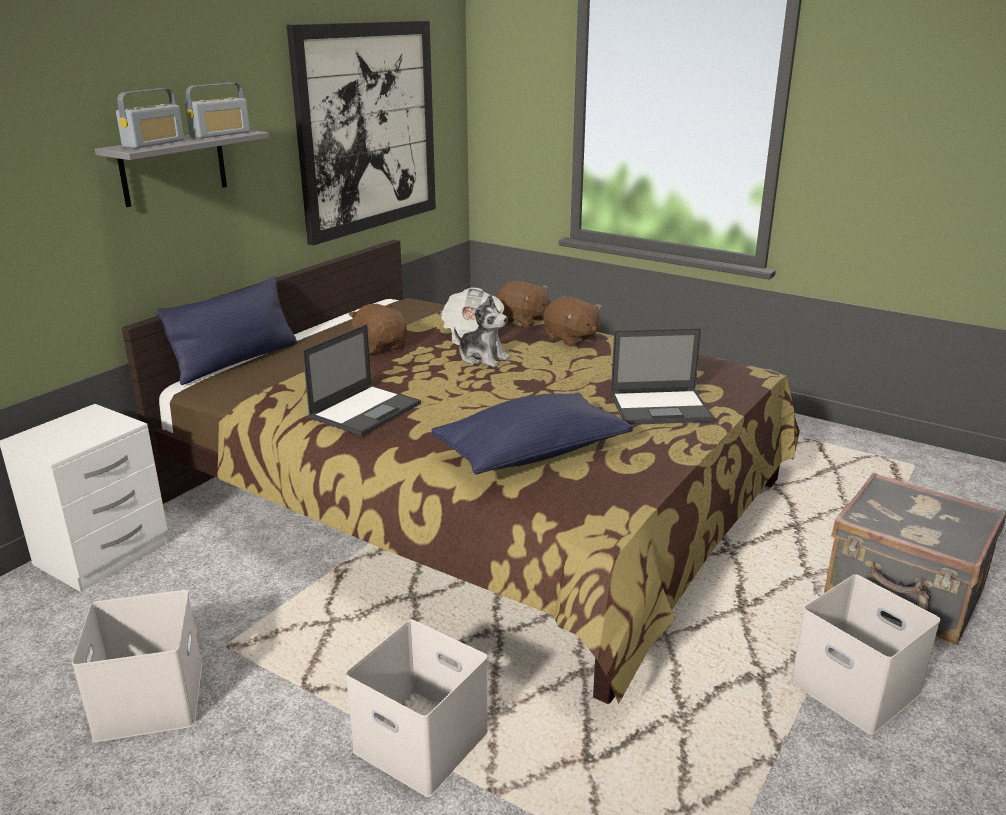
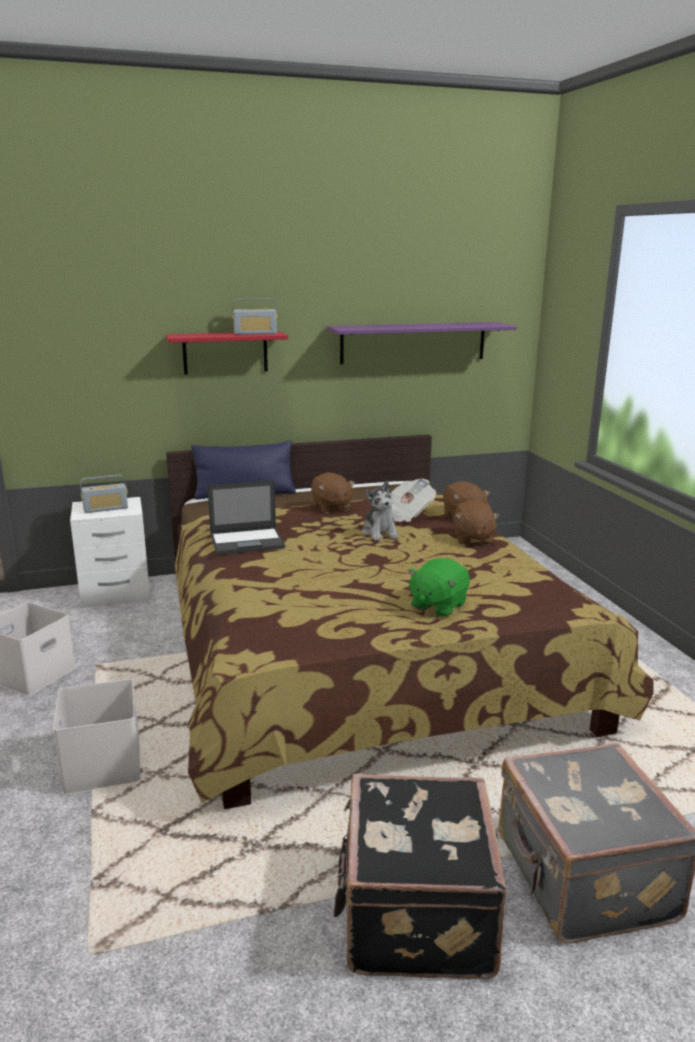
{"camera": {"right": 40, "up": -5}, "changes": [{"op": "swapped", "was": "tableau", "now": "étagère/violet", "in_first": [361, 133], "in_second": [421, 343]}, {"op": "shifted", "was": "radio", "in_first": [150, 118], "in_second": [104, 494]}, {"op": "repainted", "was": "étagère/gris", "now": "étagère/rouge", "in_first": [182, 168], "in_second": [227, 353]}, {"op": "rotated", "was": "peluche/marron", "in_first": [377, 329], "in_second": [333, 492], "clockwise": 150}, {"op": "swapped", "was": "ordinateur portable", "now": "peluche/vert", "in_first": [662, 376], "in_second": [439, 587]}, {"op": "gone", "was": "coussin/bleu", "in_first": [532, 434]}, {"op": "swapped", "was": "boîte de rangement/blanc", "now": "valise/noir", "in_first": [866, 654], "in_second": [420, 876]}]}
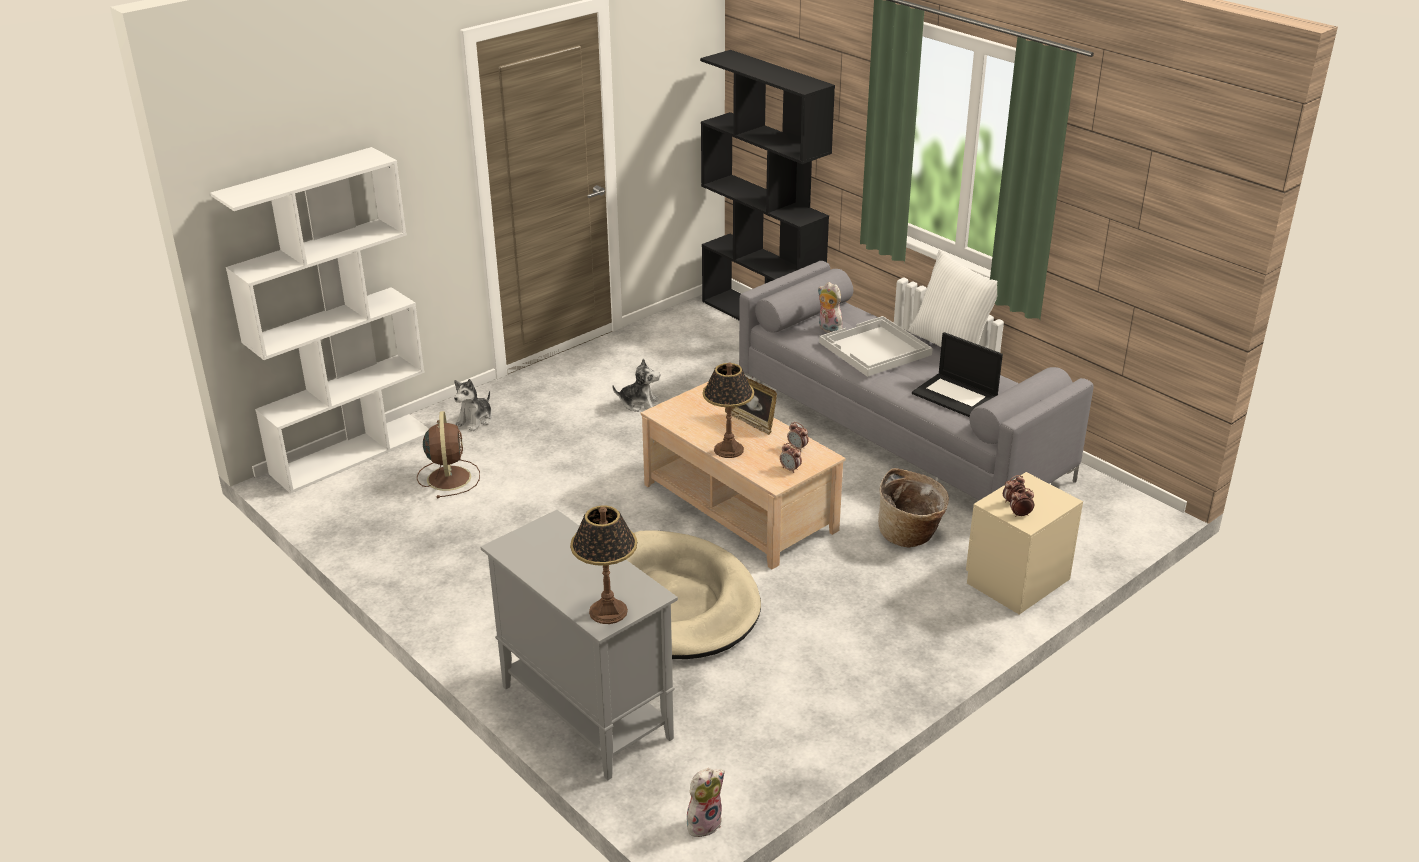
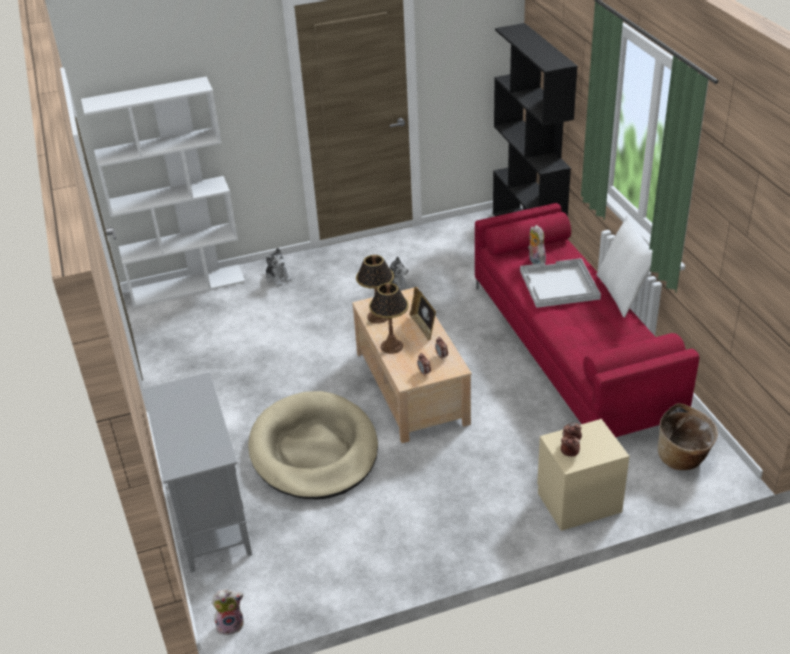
{"camera": {"right": 25, "up": 5}, "changes": [{"op": "repainted", "was": "canapé/gris", "now": "canapé/rouge", "in_first": [916, 380], "in_second": [587, 320]}, {"op": "gone", "was": "ordinateur portable", "in_first": [957, 374]}, {"op": "rotated", "was": "peluche", "in_first": [473, 405], "in_second": [279, 267], "clockwise": -90}, {"op": "gone", "was": "ventilateur/marron", "in_first": [448, 454]}, {"op": "shifted", "was": "panier", "in_first": [913, 508], "in_second": [688, 436]}, {"op": "shifted", "was": "lampe de table", "in_first": [603, 564], "in_second": [375, 289]}]}
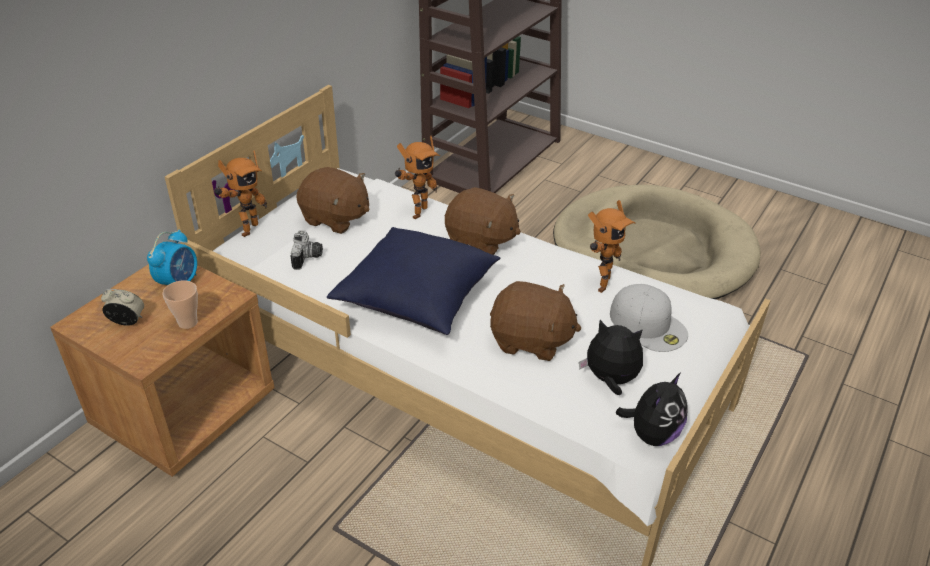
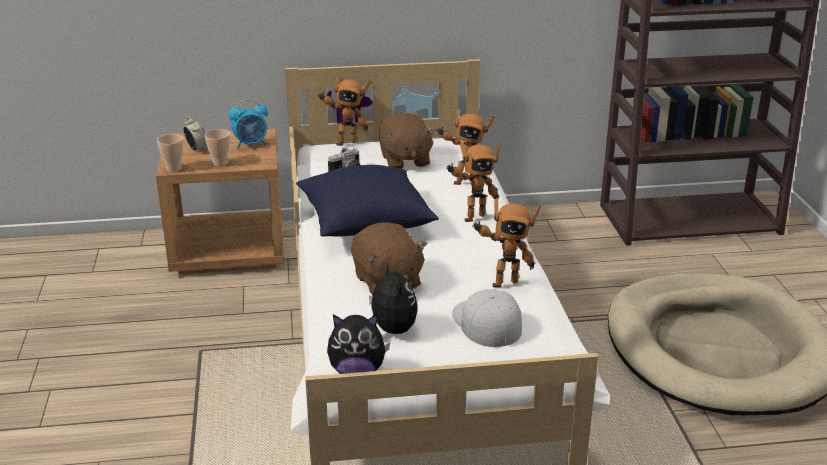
{"camera": {"right": 50, "up": -10}, "changes": [{"op": "swapped", "was": "peluche/marron", "now": "robot jouet", "in_first": [483, 221], "in_second": [473, 181]}, {"op": "rotated", "was": "casquette/blanc", "in_first": [649, 318], "in_second": [487, 318], "clockwise": 150}, {"op": "new", "now": "tasse", "in_second": [170, 153]}]}
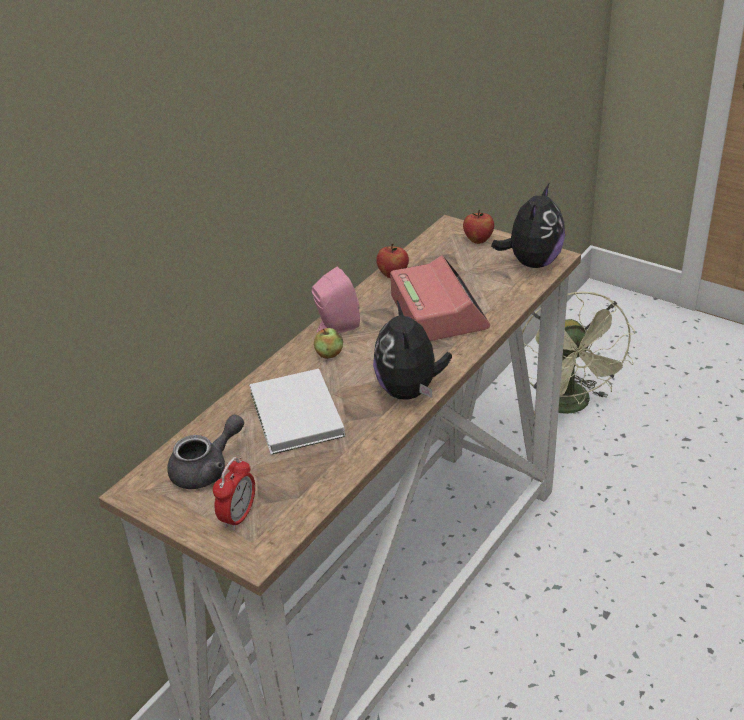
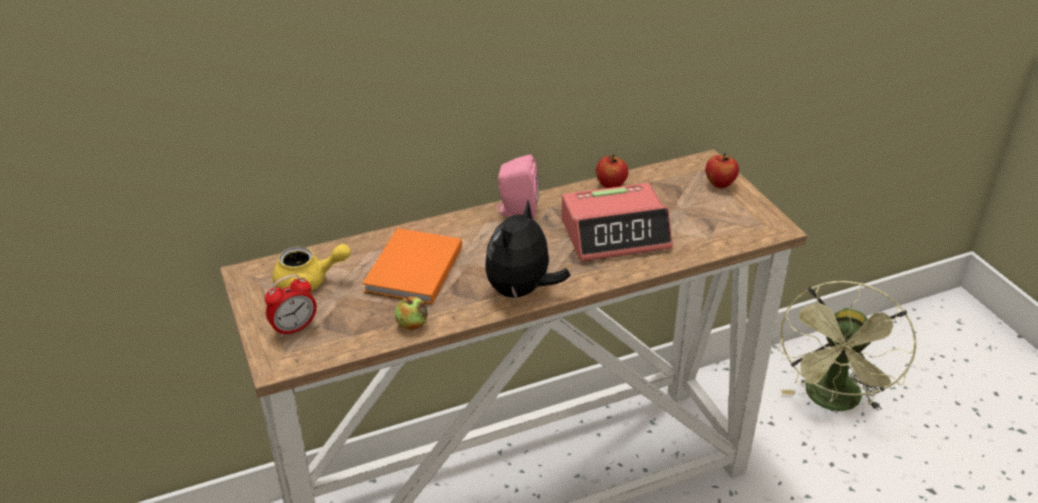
{"camera": {"right": 30, "up": 0}, "changes": [{"op": "gone", "was": "peluche", "in_first": [528, 225]}, {"op": "rotated", "was": "réveil", "in_first": [440, 298], "in_second": [617, 222], "clockwise": 60}, {"op": "shifted", "was": "pomme", "in_first": [328, 343], "in_second": [411, 313]}, {"op": "repainted", "was": "livre/blanc", "now": "livre/orange", "in_first": [297, 412], "in_second": [412, 266]}, {"op": "repainted", "was": "théière/gris", "now": "théière/jaune", "in_first": [205, 451], "in_second": [311, 267]}]}
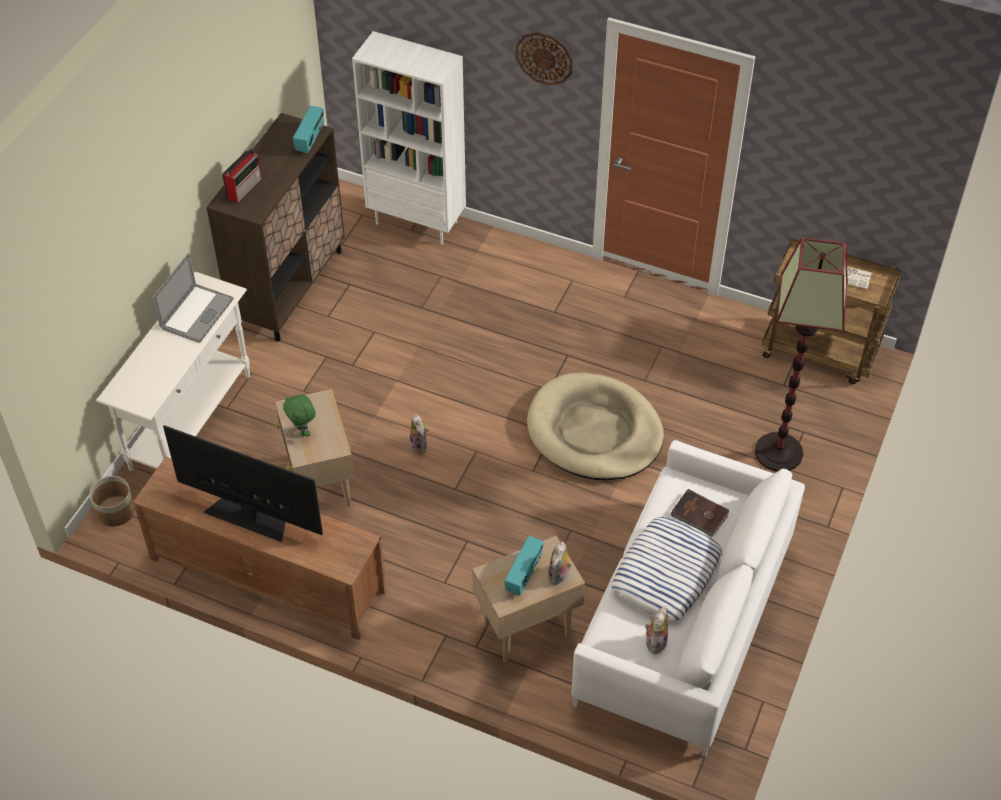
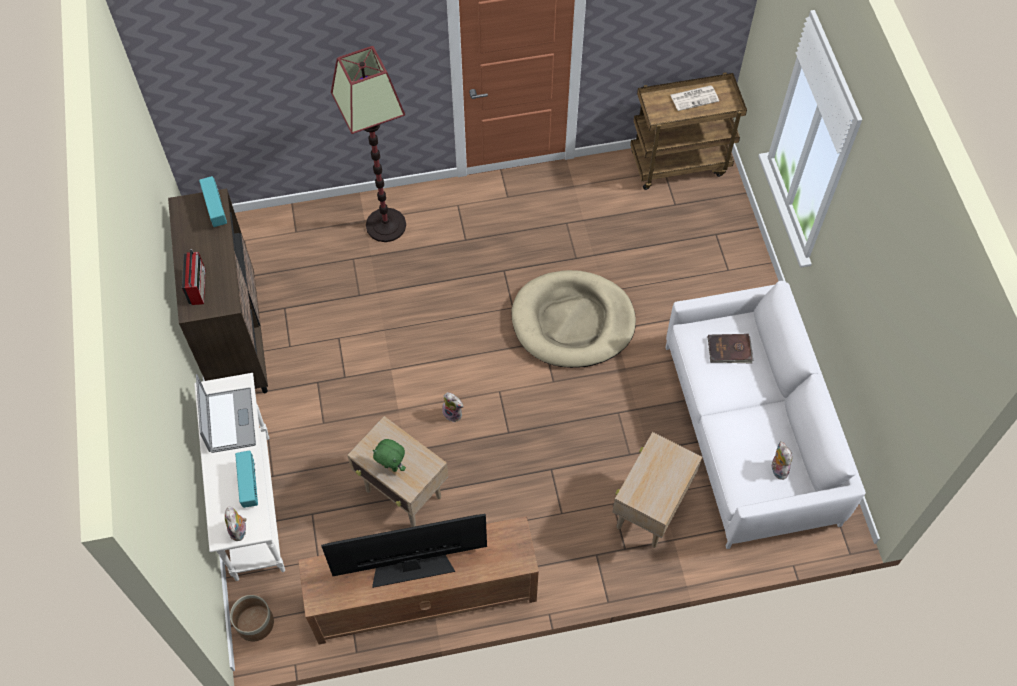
{"camera": {"right": -35, "up": 10}, "changes": [{"op": "gone", "was": "bibliothèque/blanc", "in_first": [409, 138]}, {"op": "gone", "was": "horloge murale", "in_first": [544, 58]}, {"op": "shifted", "was": "lampadaire", "in_first": [801, 354], "in_second": [368, 144]}, {"op": "gone", "was": "coussin", "in_first": [667, 569]}, {"op": "shifted", "was": "radio", "in_first": [524, 566], "in_second": [246, 479]}, {"op": "shifted", "was": "peluche", "in_first": [559, 563], "in_second": [235, 523]}]}
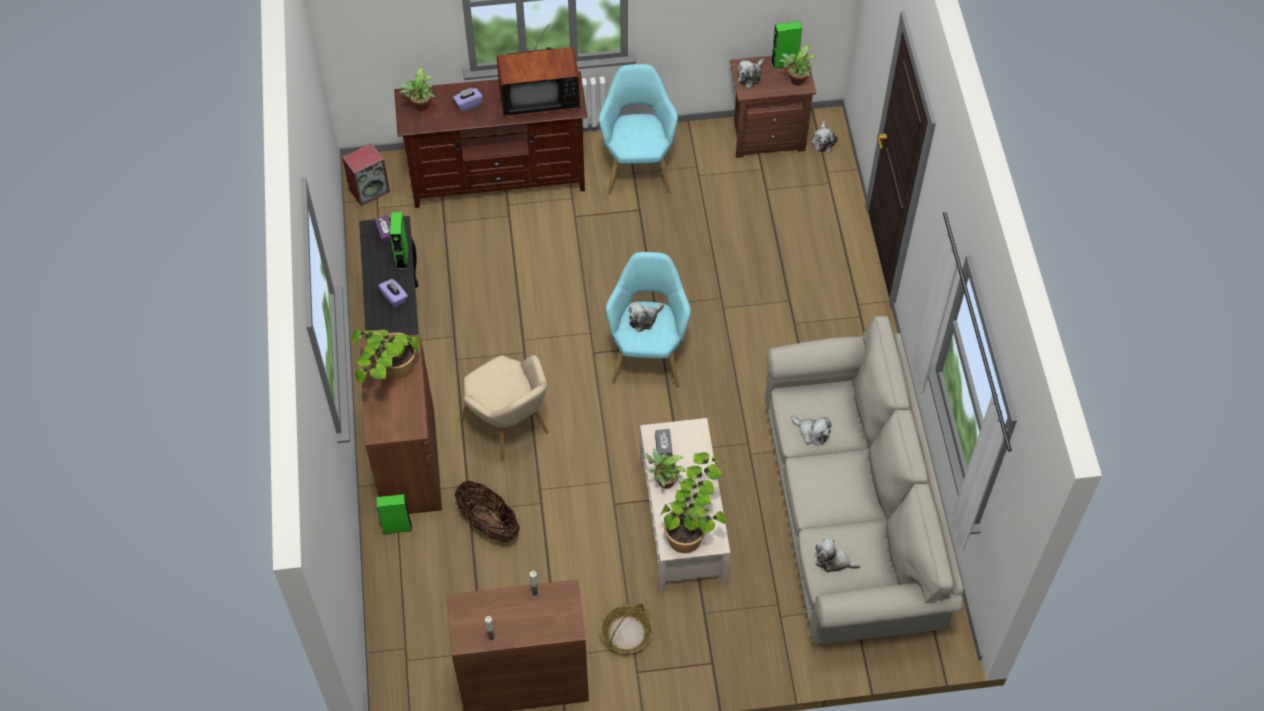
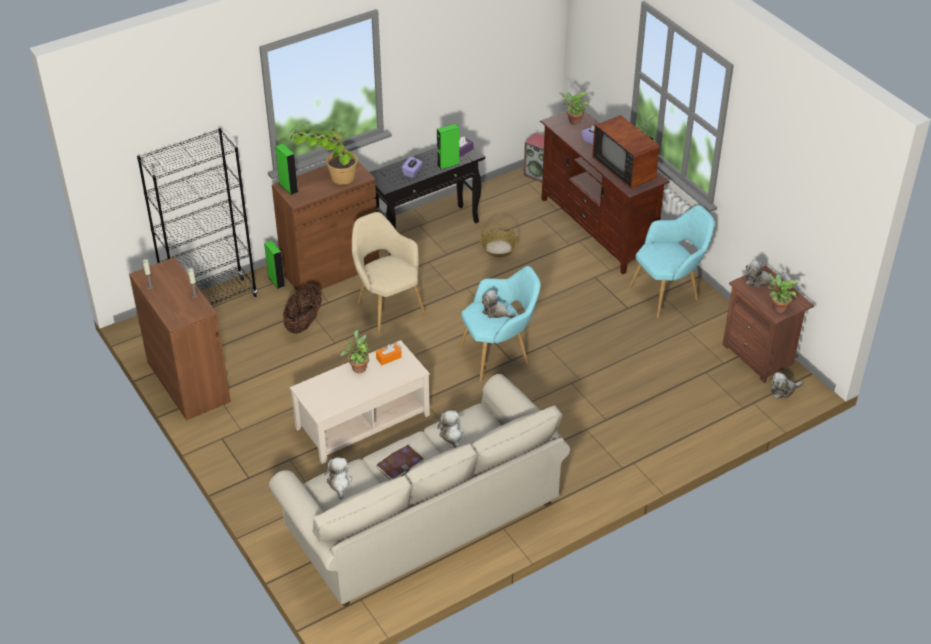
{"camera": {"right": 65, "up": -15}, "changes": [{"op": "shifted", "was": "enceinte/vert", "in_first": [786, 45], "in_second": [286, 169]}, {"op": "rotated", "was": "fauteuil/beige", "in_first": [504, 408], "in_second": [389, 273], "clockwise": 120}, {"op": "rotated", "was": "peluche", "in_first": [811, 431], "in_second": [450, 429], "clockwise": 150}, {"op": "repainted", "was": "boîte à mouchoirs/gris", "now": "boîte à mouchoirs/orange", "in_first": [664, 442], "in_second": [389, 354]}, {"op": "gone", "was": "plante en pot", "in_first": [693, 502]}, {"op": "shifted", "was": "panier", "in_first": [626, 628], "in_second": [499, 240]}, {"op": "new", "now": "bibliothèque/noir", "in_second": [197, 216]}, {"op": "new", "now": "livre", "in_second": [400, 462]}]}
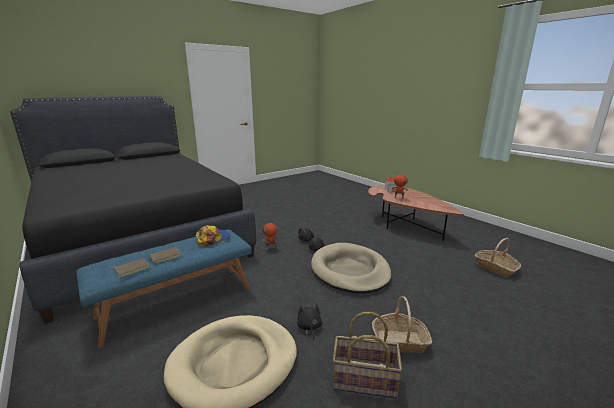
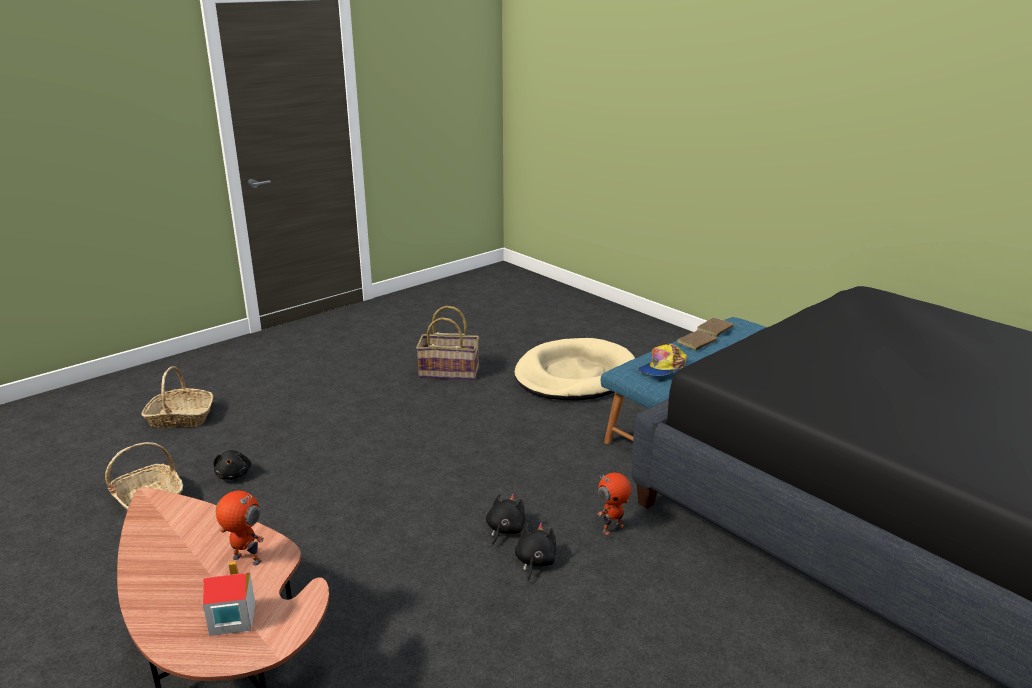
{"camera": {"right": 175, "up": 5}, "changes": [{"op": "gone", "was": "panier pour chien/beige", "in_first": [351, 268]}, {"op": "shifted", "was": "panier", "in_first": [402, 324], "in_second": [177, 396]}, {"op": "shifted", "was": "peluche/noir", "in_first": [309, 321], "in_second": [232, 465]}]}
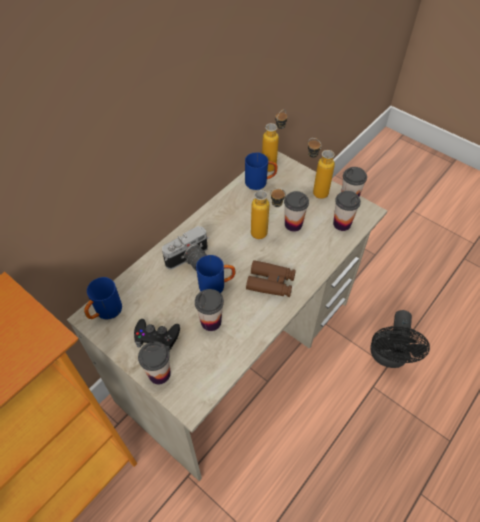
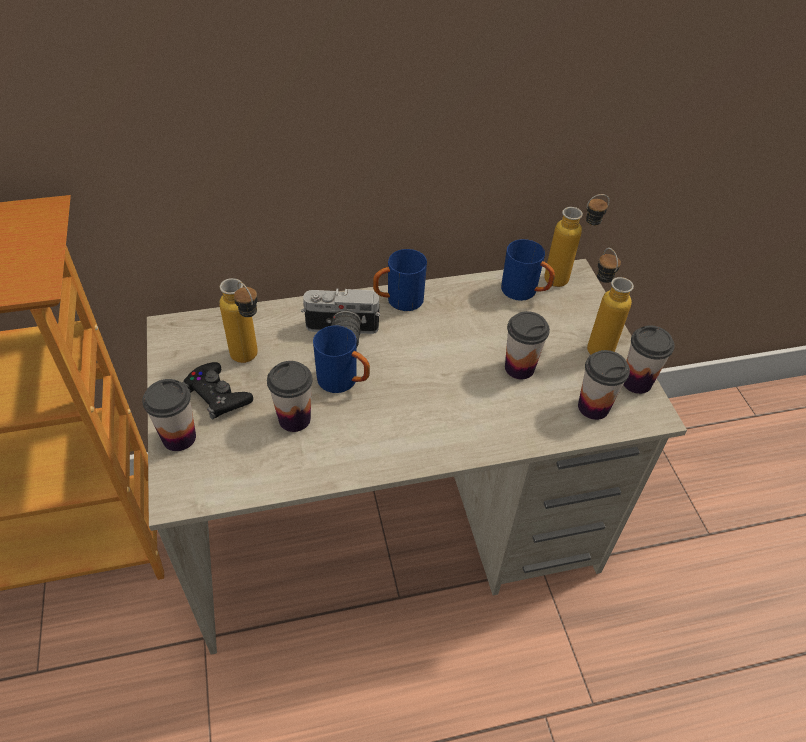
{"camera": {"right": 35, "up": -5}, "changes": [{"op": "shifted", "was": "bouteille", "in_first": [268, 213], "in_second": [238, 320]}, {"op": "gone", "was": "jumelles/marron", "in_first": [271, 278]}, {"op": "shifted", "was": "mug/bleu", "in_first": [103, 298], "in_second": [400, 280]}, {"op": "gone", "was": "ventilateur/noir", "in_first": [400, 339]}]}
